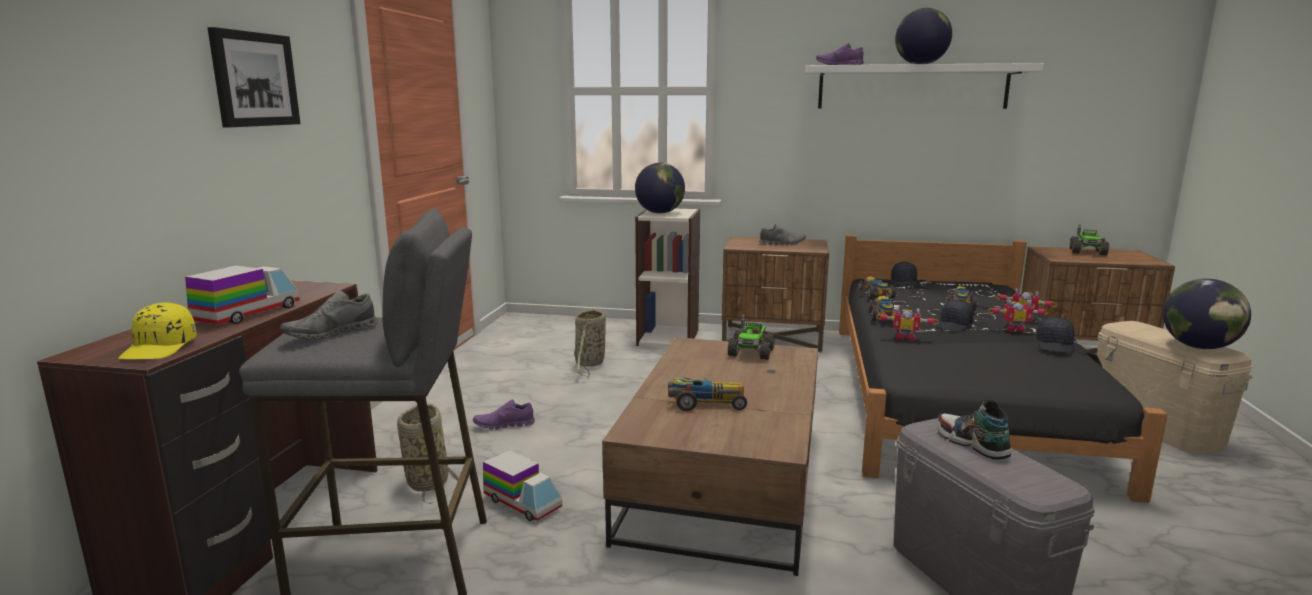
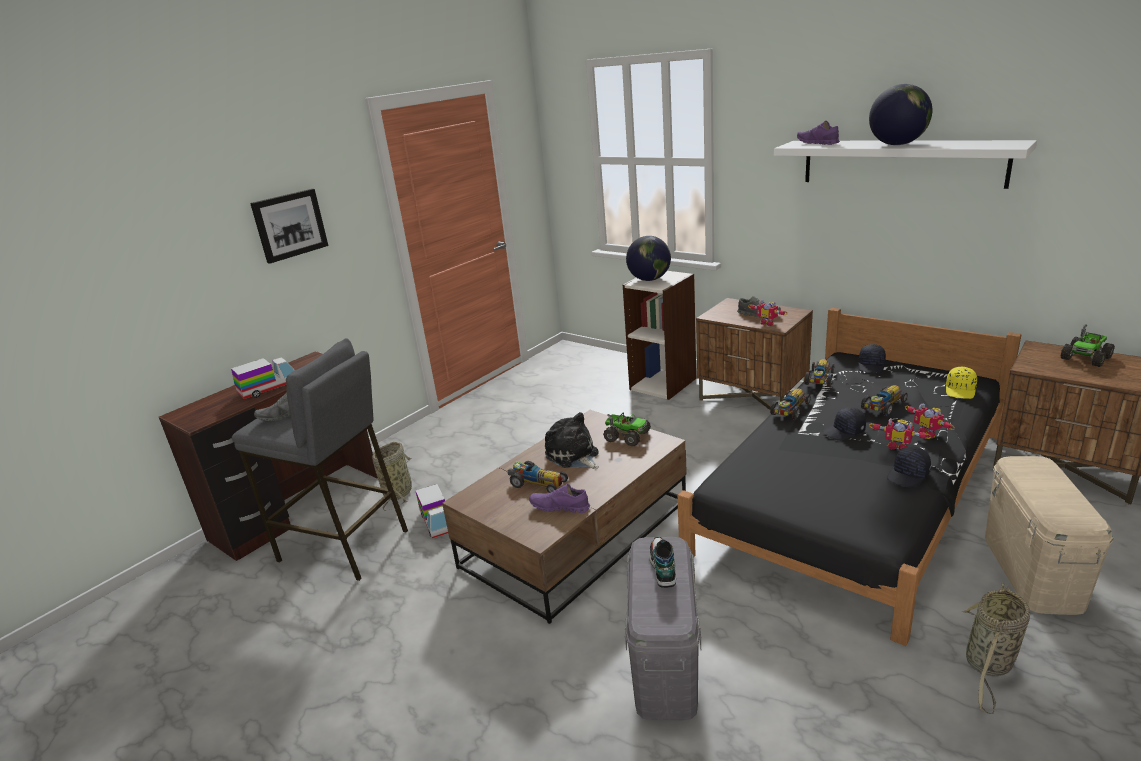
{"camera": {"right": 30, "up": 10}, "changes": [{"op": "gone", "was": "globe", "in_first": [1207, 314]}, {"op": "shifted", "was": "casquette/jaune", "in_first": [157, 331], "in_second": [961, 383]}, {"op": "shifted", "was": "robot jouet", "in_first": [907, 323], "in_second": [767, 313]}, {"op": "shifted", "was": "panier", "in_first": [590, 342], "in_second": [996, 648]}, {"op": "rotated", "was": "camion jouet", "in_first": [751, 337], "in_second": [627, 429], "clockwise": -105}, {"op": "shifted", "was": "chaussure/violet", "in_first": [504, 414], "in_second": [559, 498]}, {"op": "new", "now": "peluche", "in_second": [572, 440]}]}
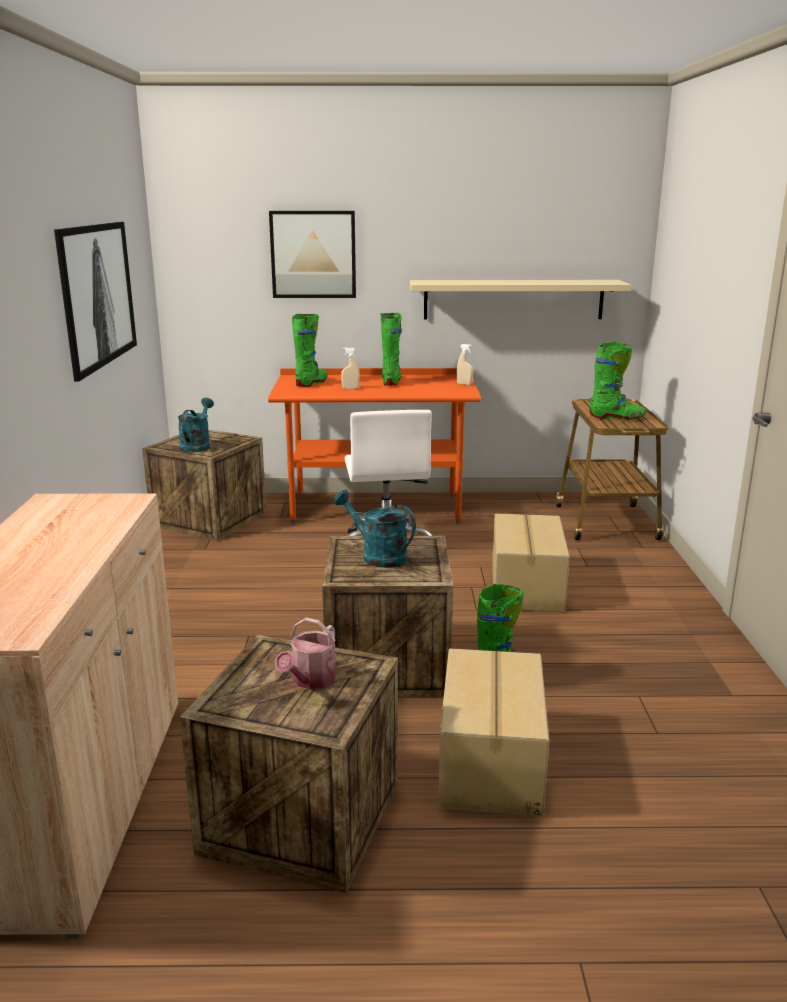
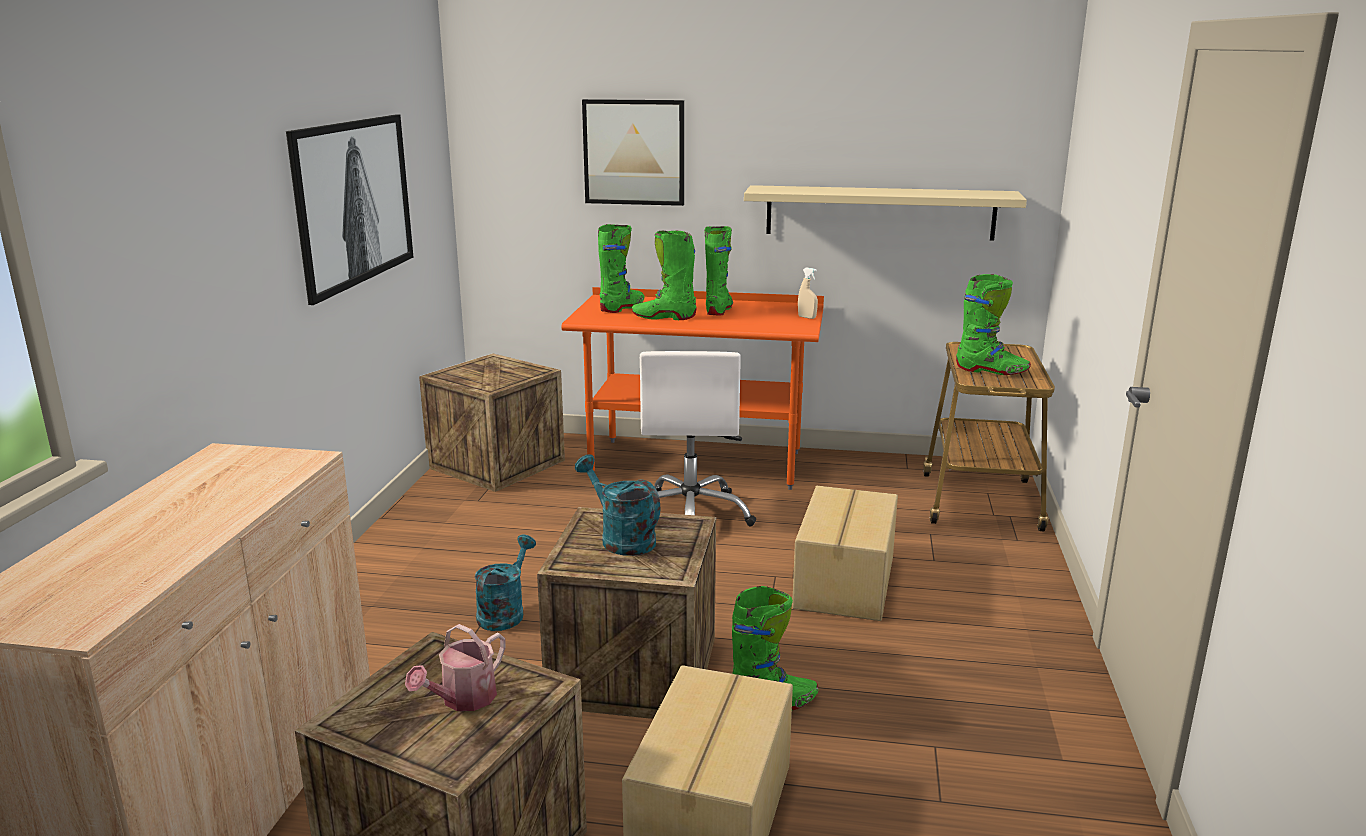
{"camera": {"right": 10, "up": 0}, "changes": [{"op": "swapped", "was": "vaporisateur/beige", "now": "botte/vert", "in_first": [350, 368], "in_second": [664, 275]}, {"op": "shifted", "was": "arrosoir/turquoise", "in_first": [196, 425], "in_second": [505, 583]}]}
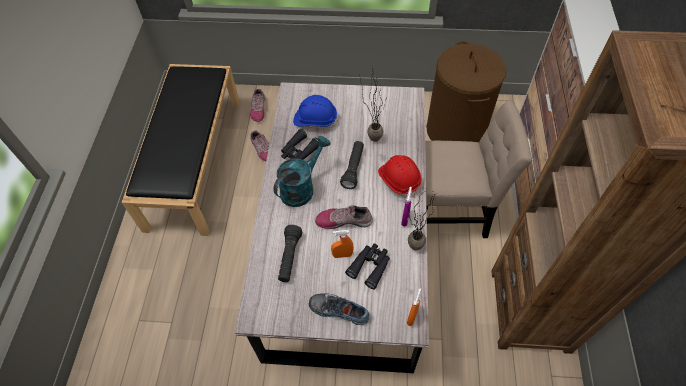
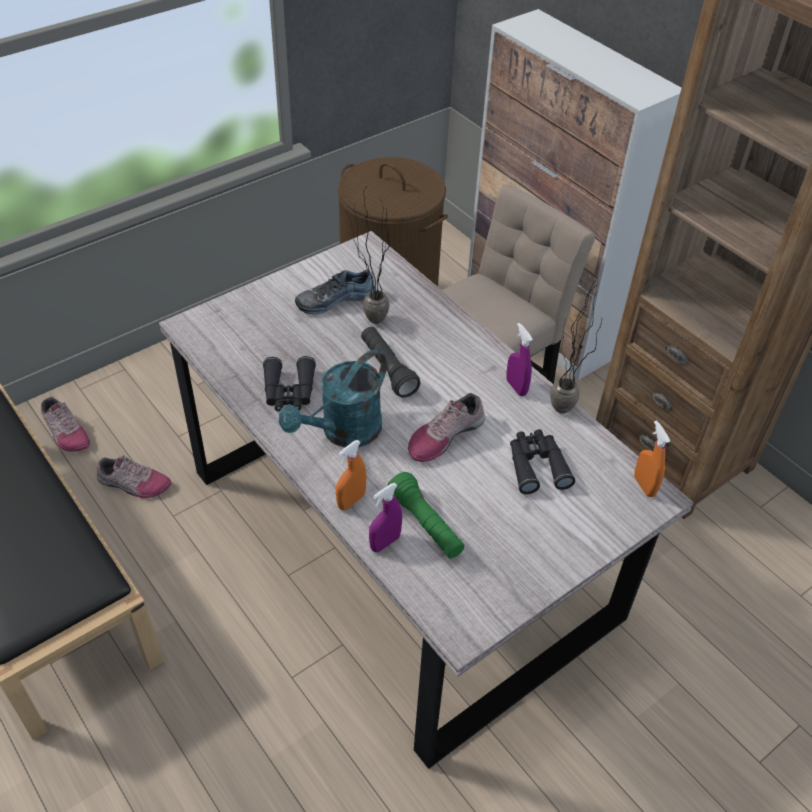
{"camera": {"right": -45, "up": -10}, "changes": [{"op": "gone", "was": "casque de chantier/bleu", "in_first": [315, 111]}, {"op": "rotated", "was": "arrosoir/turquoise", "in_first": [302, 171], "in_second": [333, 398], "clockwise": -135}, {"op": "gone", "was": "casque de chantier/rouge", "in_first": [400, 176]}, {"op": "repainted", "was": "lampe de poche/noir", "now": "lampe de poche/vert", "in_first": [290, 253], "in_second": [426, 515]}, {"op": "shifted", "was": "vaporisateur/orange", "in_first": [342, 244], "in_second": [351, 475]}, {"op": "shifted", "was": "chaussure", "in_first": [339, 309], "in_second": [335, 292]}, {"op": "new", "now": "vaporisateur/violet", "in_second": [385, 517]}]}
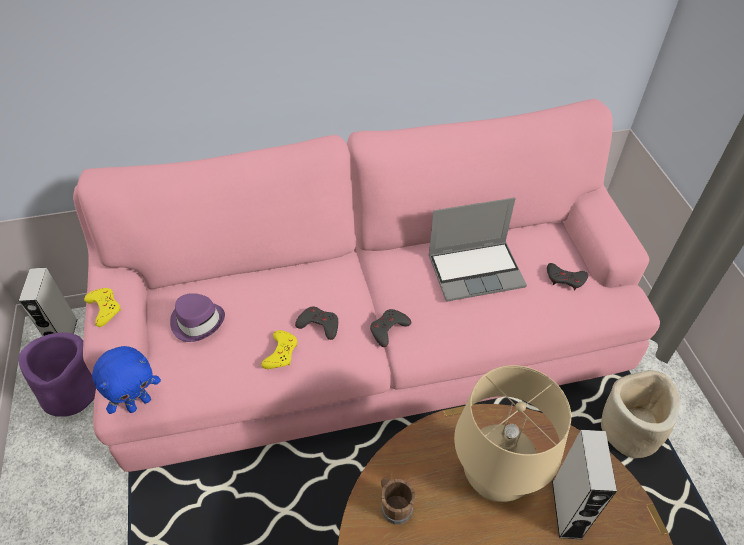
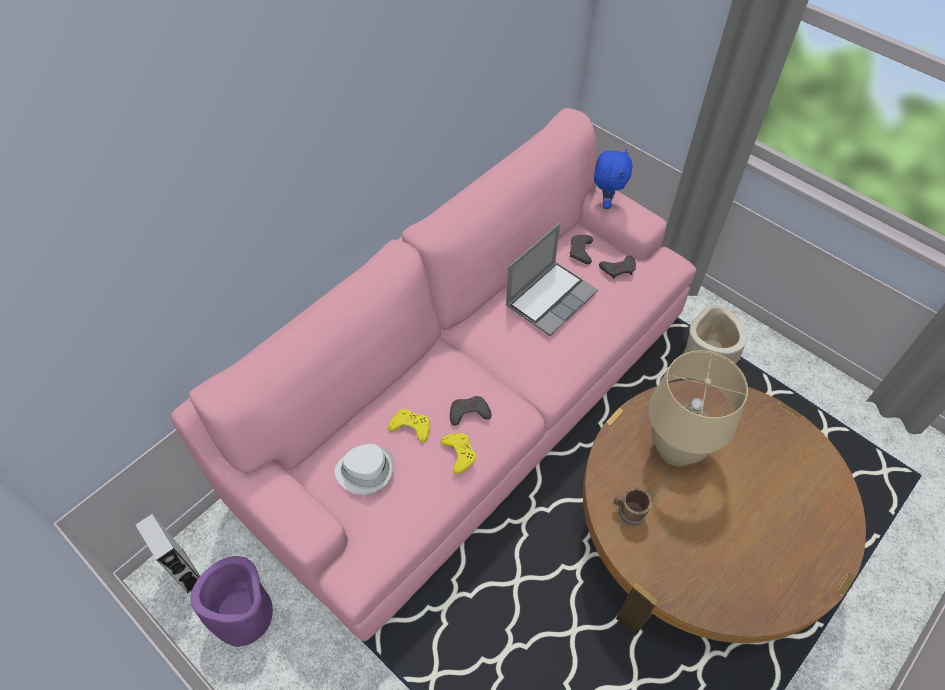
{"camera": {"right": -35, "up": 5}, "changes": [{"op": "shifted", "was": "manette/jaune", "in_first": [102, 307], "in_second": [409, 426]}, {"op": "repainted", "was": "chapeau/violet", "now": "chapeau/blanc", "in_first": [197, 317], "in_second": [364, 469]}, {"op": "shifted", "was": "manette/gris", "in_first": [390, 328], "in_second": [581, 249]}, {"op": "shifted", "was": "peluche/bleu", "in_first": [126, 380], "in_second": [613, 179]}, {"op": "gone", "was": "enceinte/gris", "in_first": [584, 485]}]}
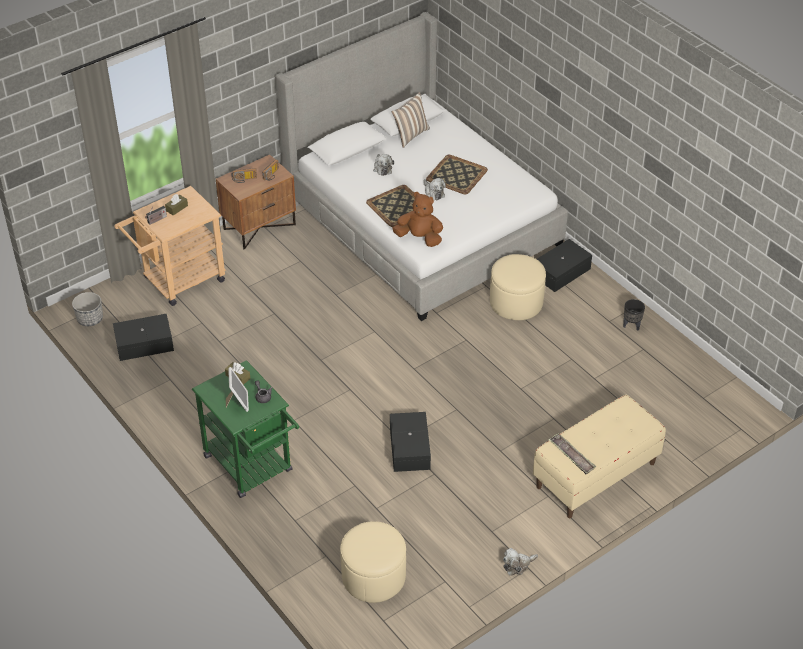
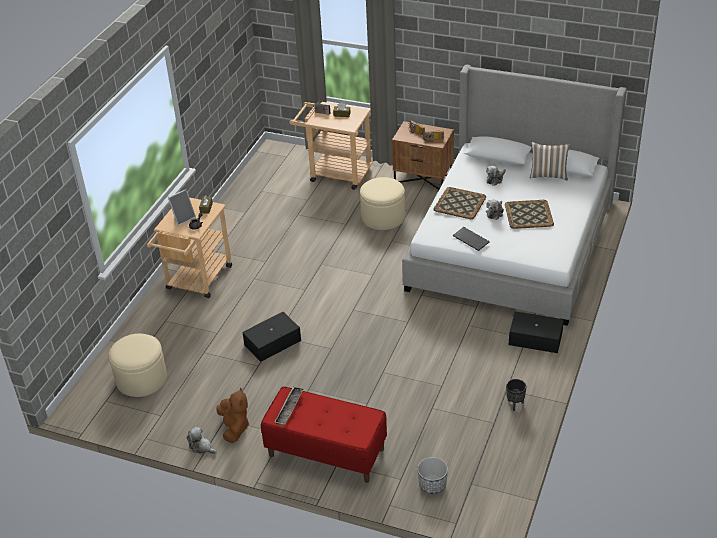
{"camera": {"right": 60, "up": -5}, "changes": [{"op": "shifted", "was": "peluche/marron", "in_first": [417, 219], "in_second": [232, 415]}, {"op": "shifted", "was": "pouf/beige", "in_first": [518, 287], "in_second": [382, 203]}, {"op": "shifted", "was": "cache-pot", "in_first": [87, 309], "in_second": [432, 475]}, {"op": "gone", "was": "boîte de rangement/noir", "in_first": [143, 337]}, {"op": "repainted", "was": "chariot/vert", "now": "chariot/beige", "in_first": [245, 429], "in_second": [189, 247]}, {"op": "repainted", "was": "banc/beige", "now": "banc/rouge", "in_first": [599, 456], "in_second": [324, 435]}, {"op": "new", "now": "clavier", "in_second": [471, 239]}]}
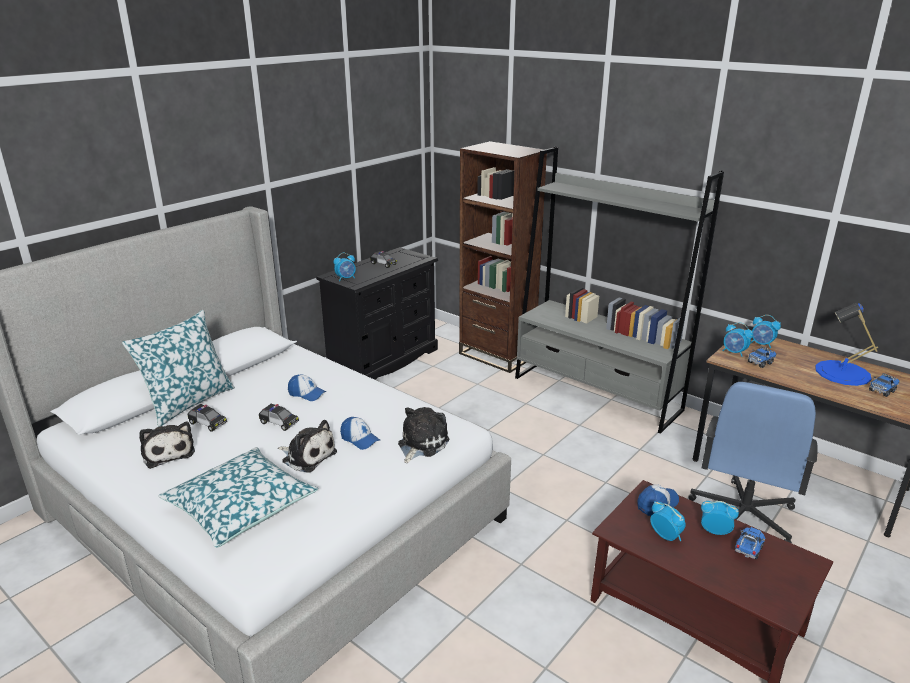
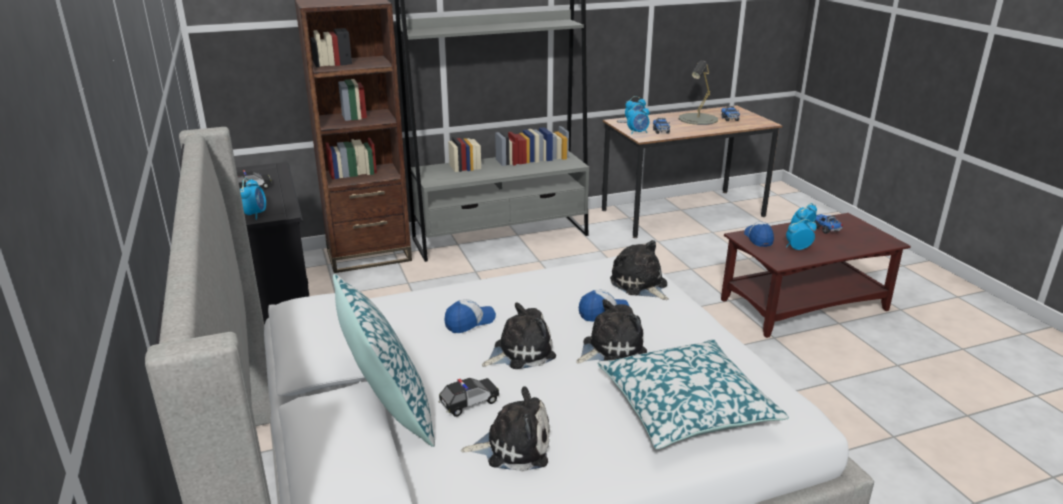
{"camera": {"right": -60, "up": 0}, "changes": [{"op": "repainted", "was": "lampe de table/bleu", "now": "lampe de table/gris", "in_first": [846, 344], "in_second": [698, 93]}, {"op": "gone", "was": "chaise de bureau/bleu", "in_first": [753, 462]}, {"op": "swapped", "was": "petite voiture", "now": "peluche", "in_first": [279, 417], "in_second": [519, 335]}]}
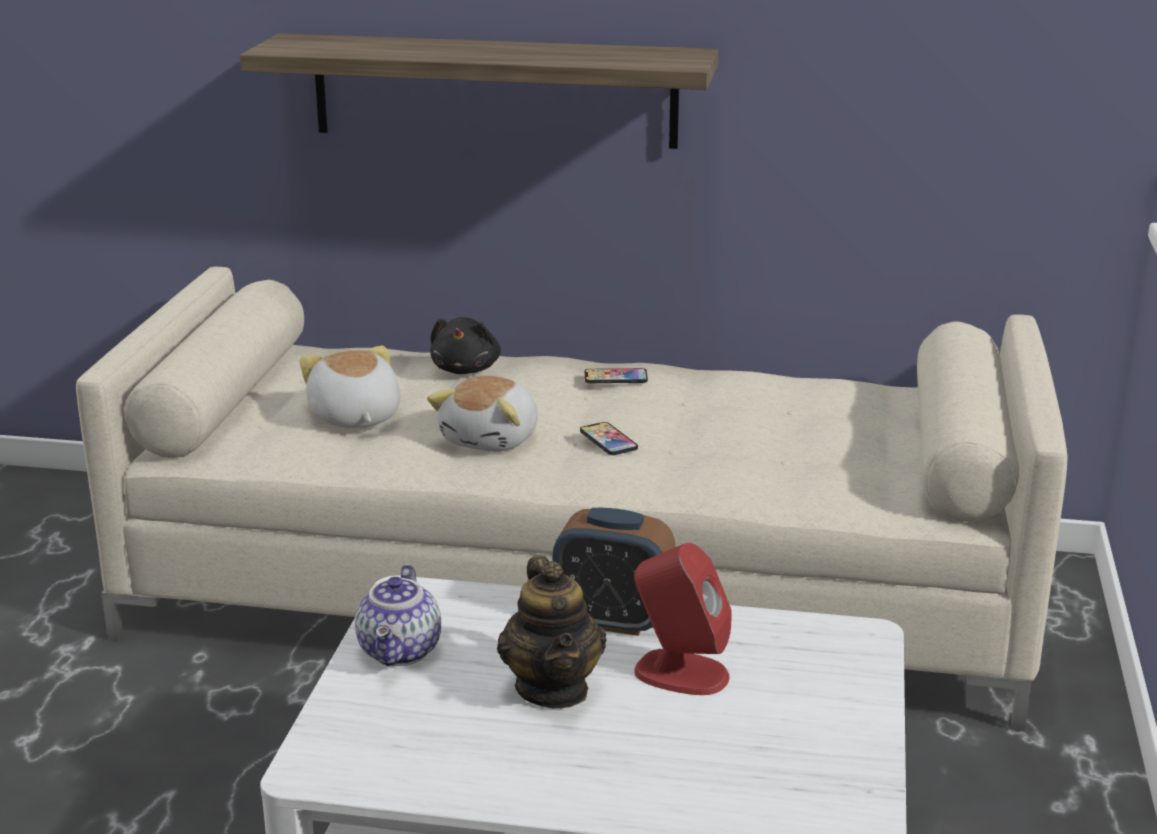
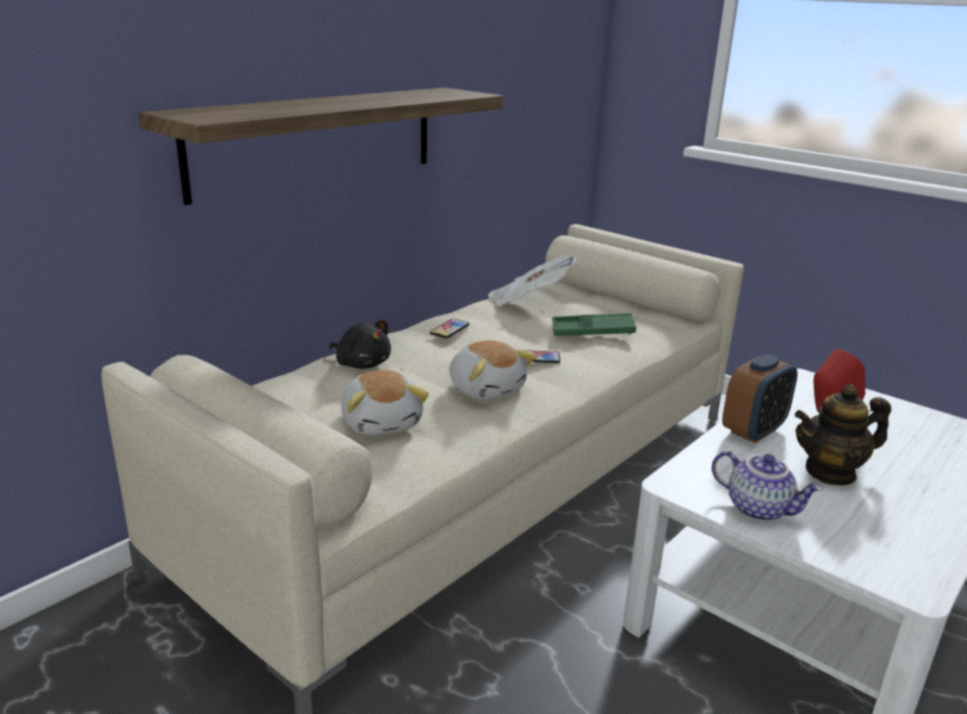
{"camera": {"right": -60, "up": 0}, "changes": [{"op": "rotated", "was": "peluche", "in_first": [350, 387], "in_second": [385, 402], "clockwise": -120}, {"op": "rotated", "was": "théière", "in_first": [552, 632], "in_second": [843, 435], "clockwise": 150}, {"op": "new", "now": "journal", "in_second": [532, 280]}, {"op": "new", "now": "plateau/vert", "in_second": [594, 324]}]}
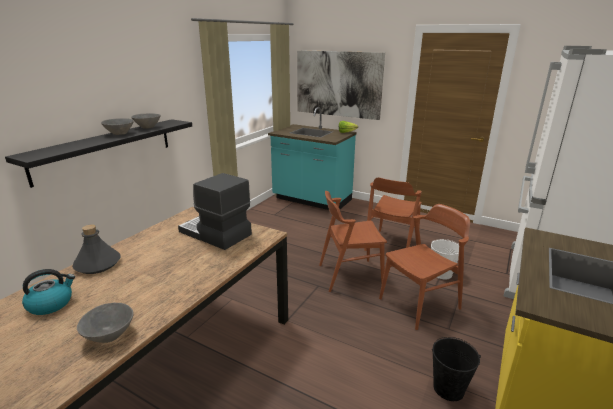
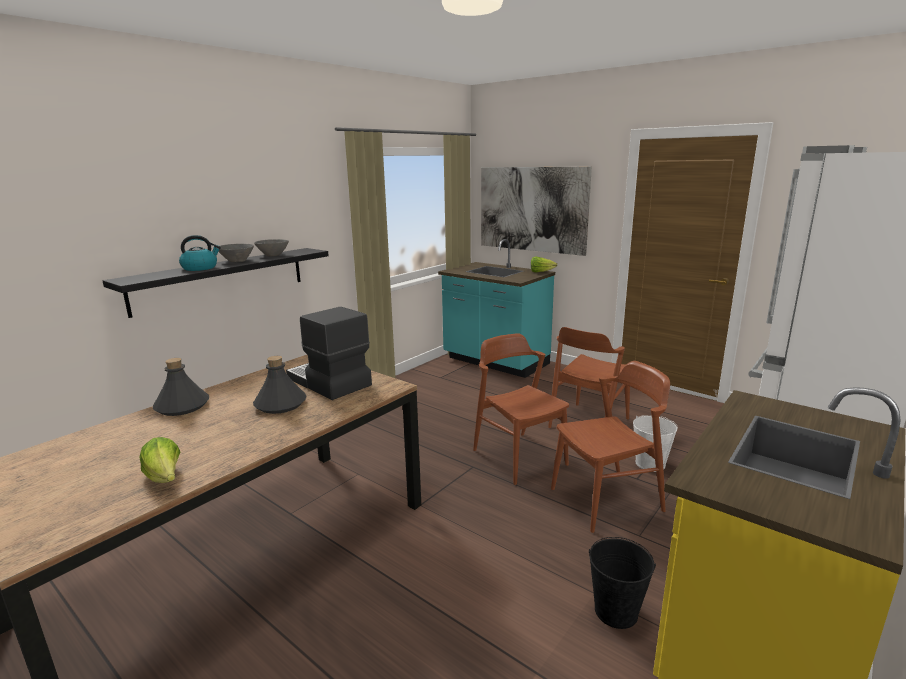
{"camera": {"right": 10, "up": -5}, "changes": [{"op": "rotated", "was": "chaise/marron", "in_first": [353, 241], "in_second": [521, 409], "clockwise": 60}, {"op": "shifted", "was": "bouilloire", "in_first": [48, 292], "in_second": [200, 253]}, {"op": "swapped", "was": "bol/gris", "now": "laitue", "in_first": [105, 323], "in_second": [159, 460]}, {"op": "new", "now": "bouteille/gris", "in_second": [280, 385]}]}
